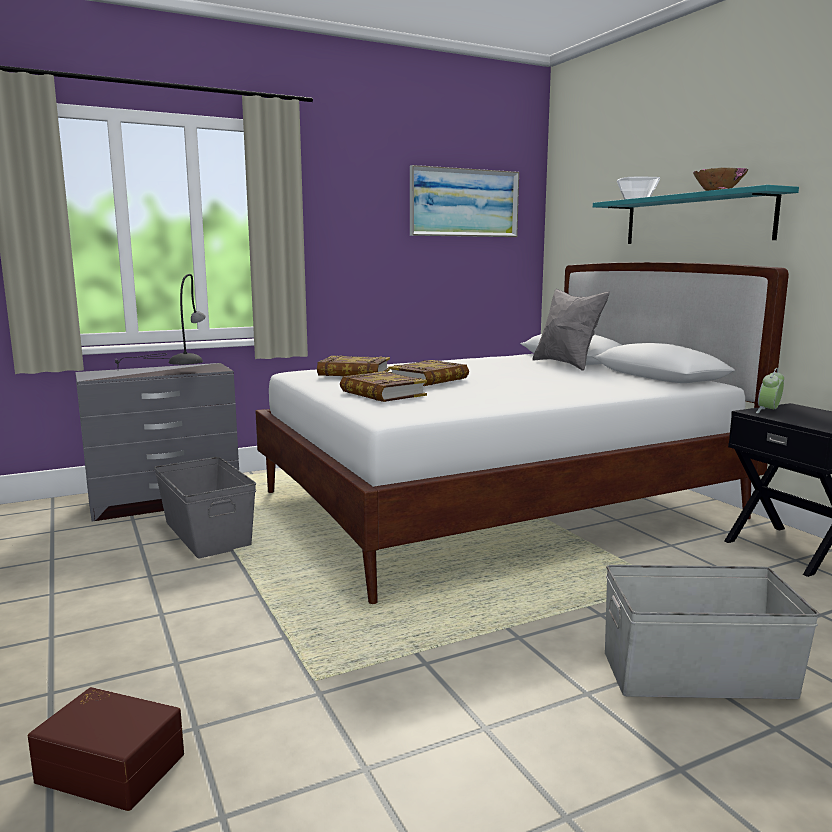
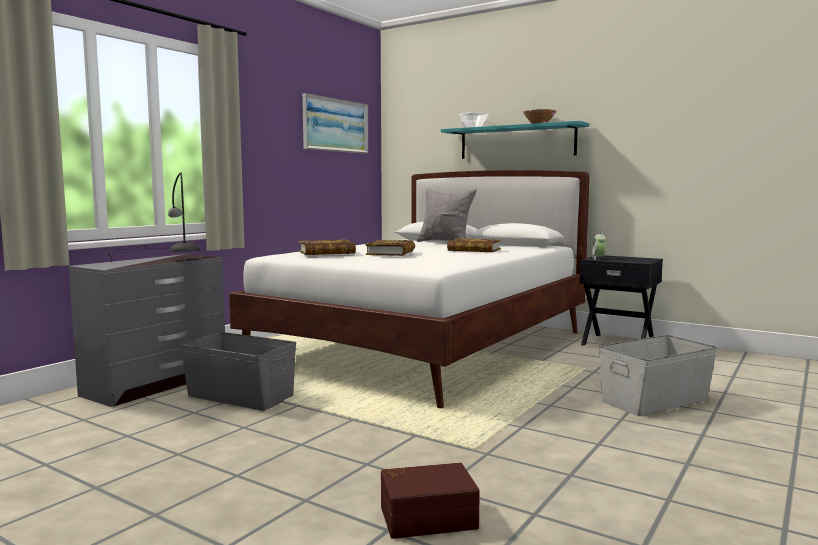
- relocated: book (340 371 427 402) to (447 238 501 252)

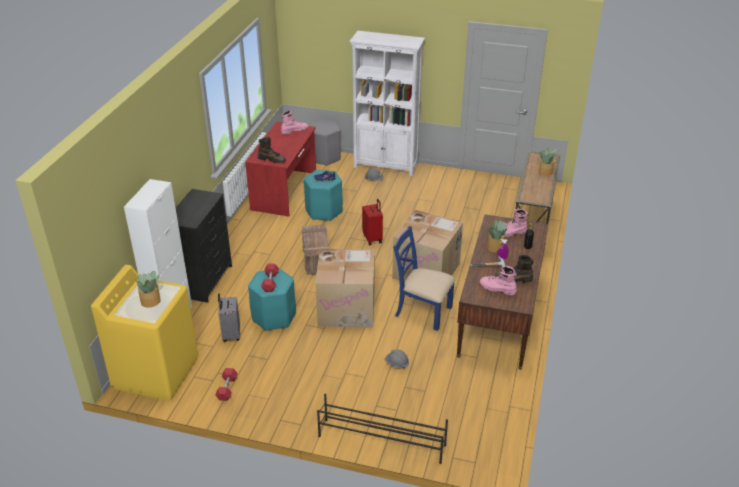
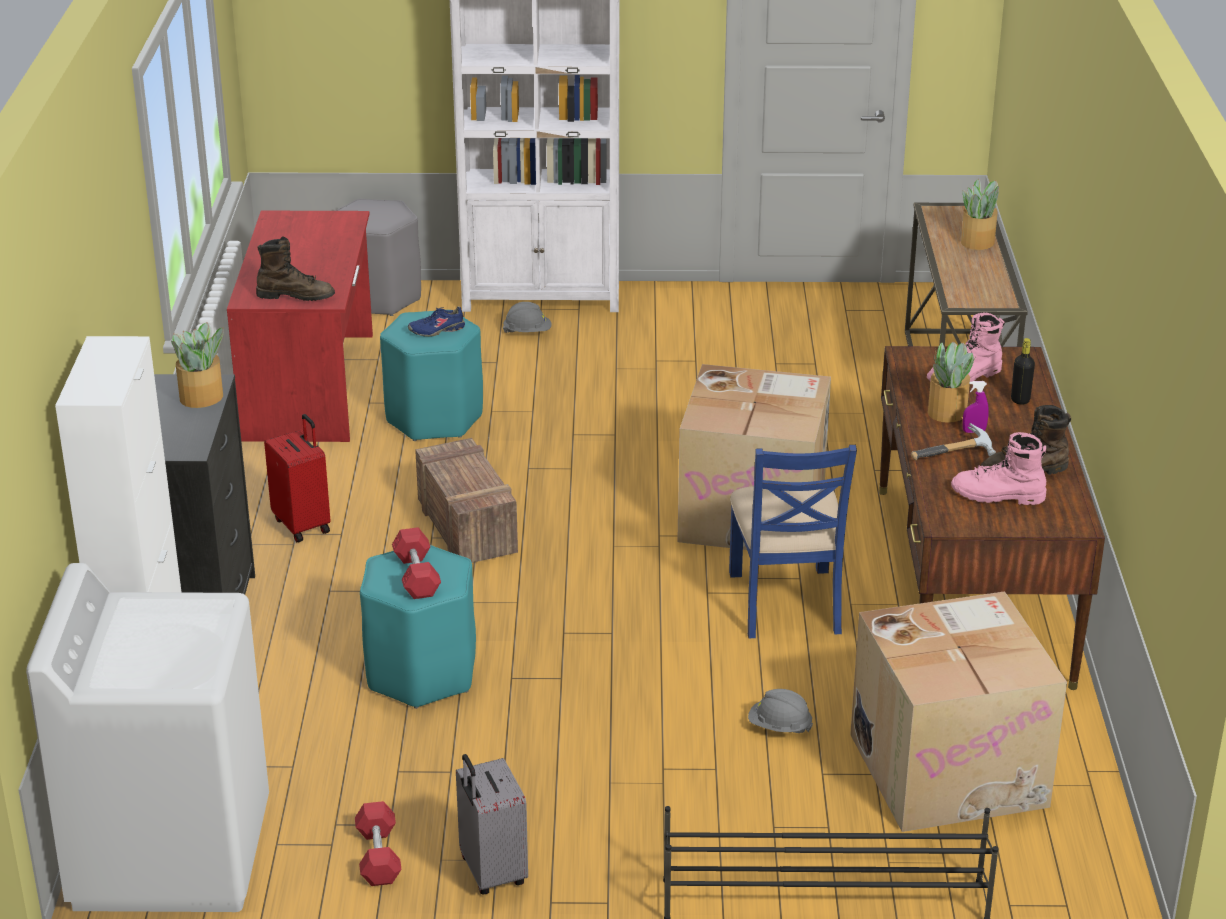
- colour: yellow washing machine (91 265 198 401) to white washing machine (26 563 269 912)
- relocated: potted plant (136 271 161 307) to (171 322 224 408)
- relocated: grey suitcase (218 294 240 342) to (456 754 528 895)
- missing: pink boot (281 110 309 134)
- relocated: cardboard box (315 249 375 328) to (850 591 1067 832)
- relocated: red suitcase (362 199 383 245) to (264 414 330 542)
- spun: blue chair (393 226 455 331) = (729 445 857 638) 105 degrees counterclockwise

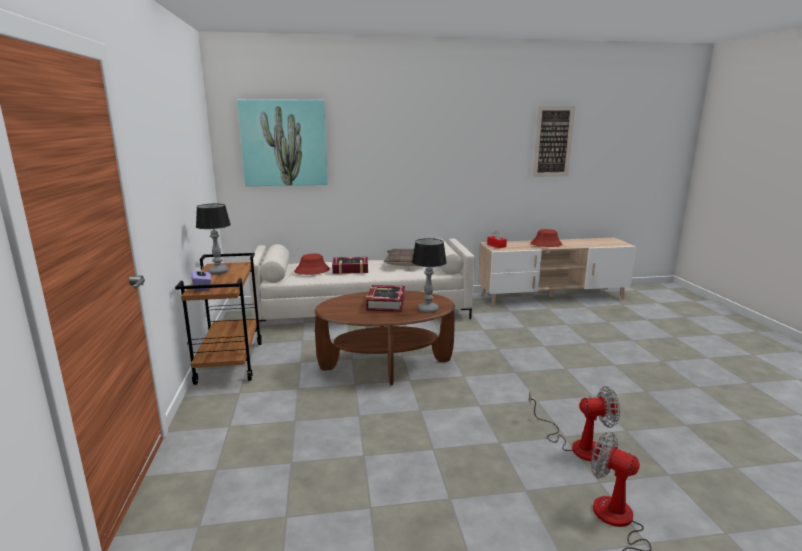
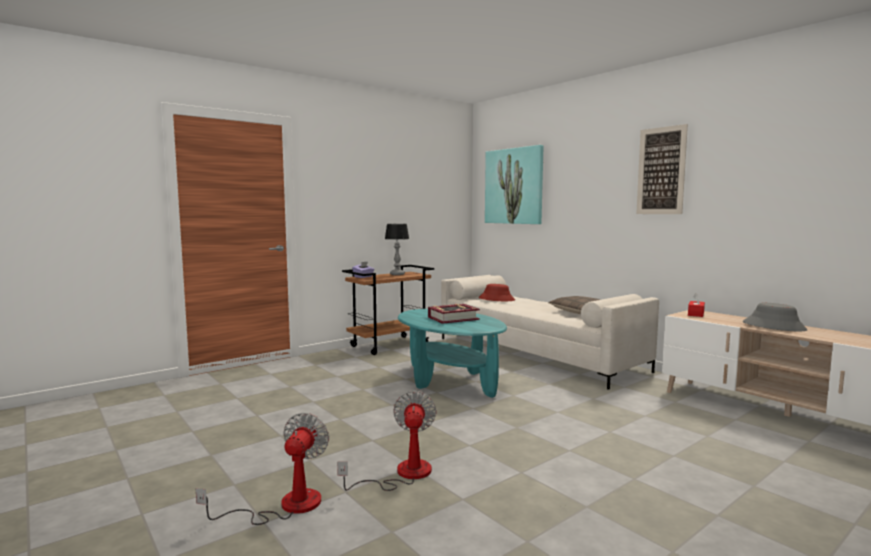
- colour: brown coffee table (315 291 455 385) to turquoise coffee table (398 309 507 398)
- missing: book (332 257 368 274)
- missing: table lamp (412 238 447 313)
- spun: fan (529 386 620 462) = (337 391 436 491) 150 degrees counterclockwise
- colour: red hat (531 229 562 247) to grey hat (743 303 807 331)
- relocated: picture (532 106 575 177) to (636 124 688 214)

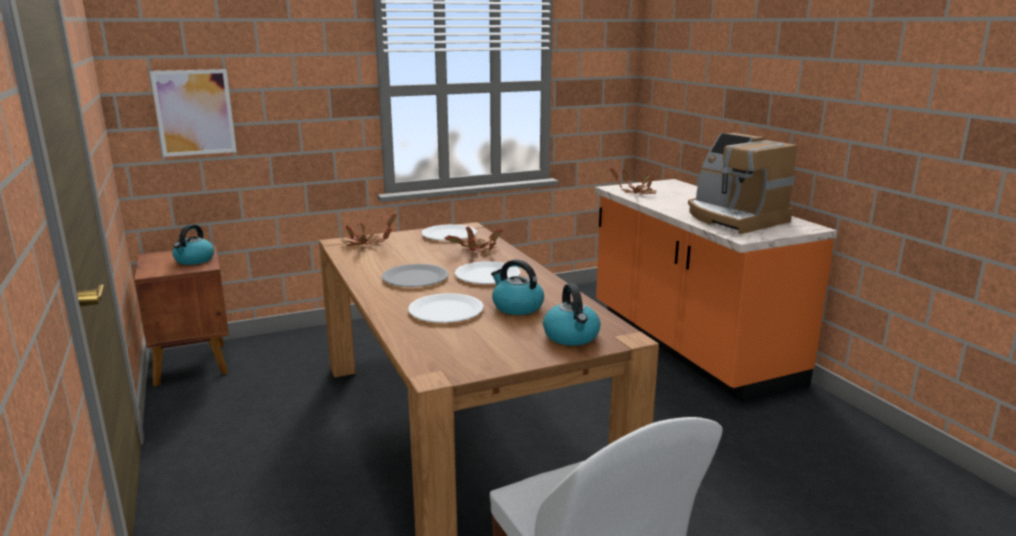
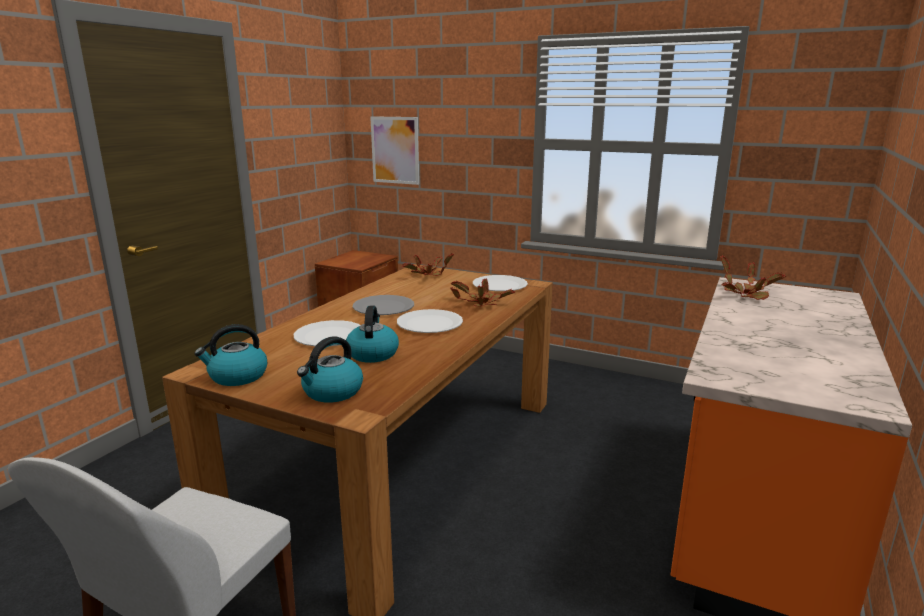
- relocated: kettle (173 224 214 265) to (194 324 267 386)
- missing: coffee machine (688 133 797 234)

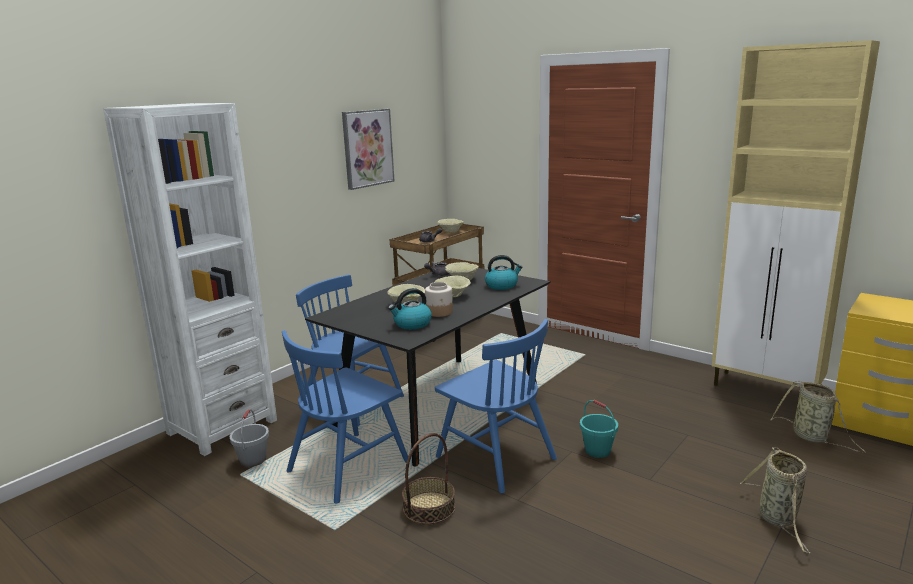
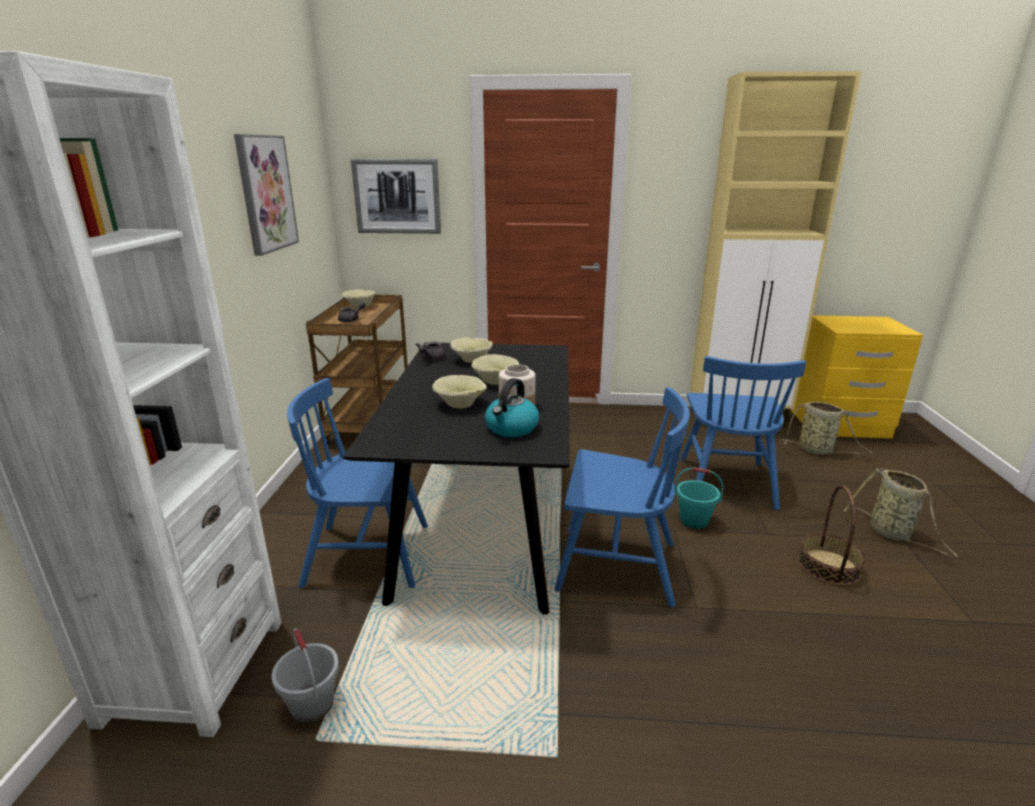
- relocated: blue chair (282 330 408 504) to (680 356 806 510)
- relocated: basket (402 433 455 525) to (798 485 866 586)
- missing: kettle (485 255 523 290)
- appeared: picture (351 159 441 234)

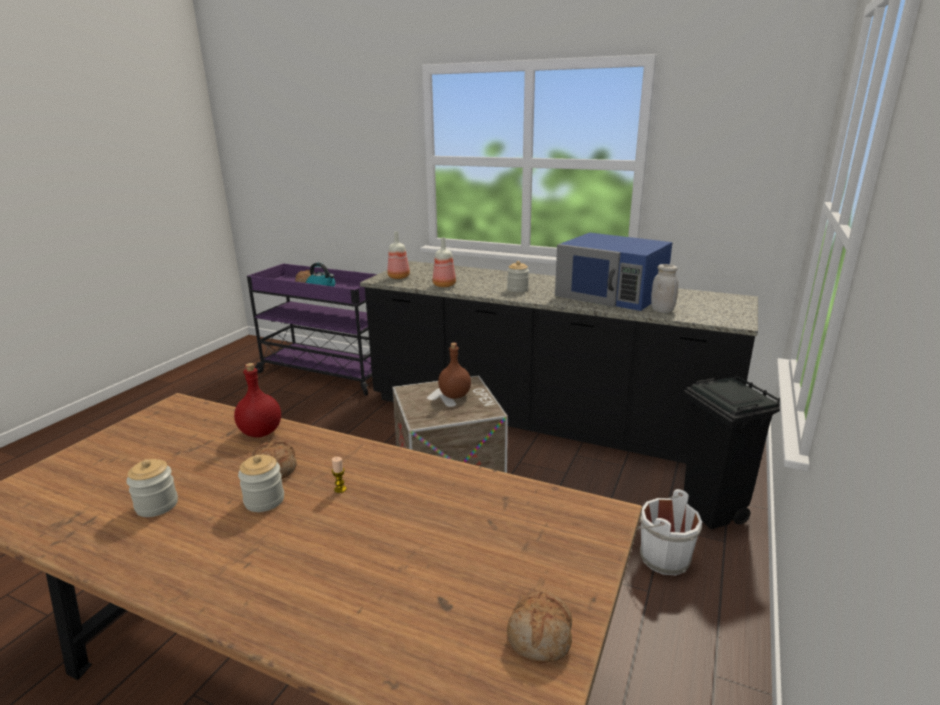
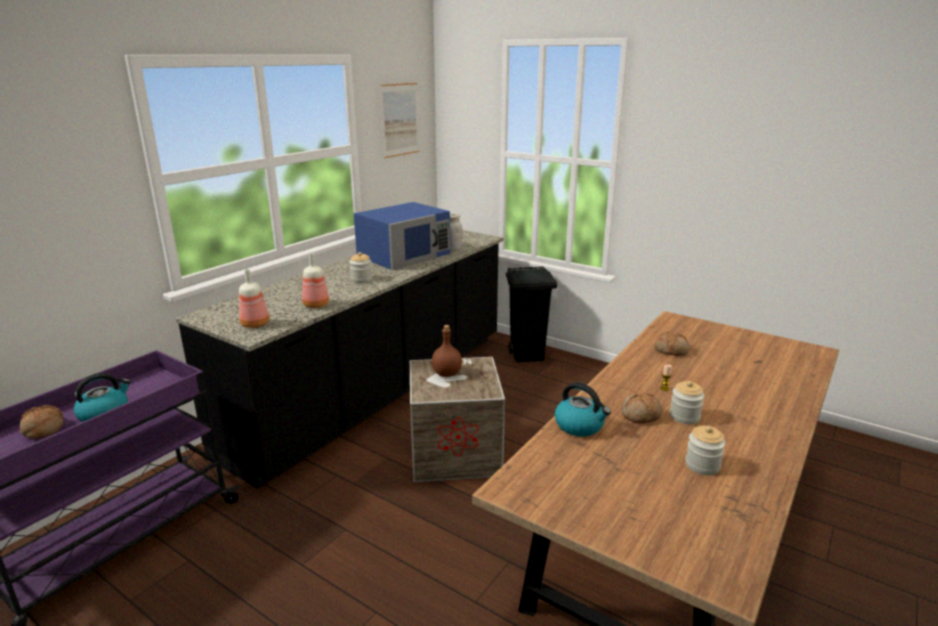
- exchanged: red bottle (234 363 281 437) to kettle (555 382 611 437)
- relocated: bread (507 591 572 664) to (654 331 689 356)
- missing: white bucket (638 489 702 575)
- appeared: picture (380 83 419 158)

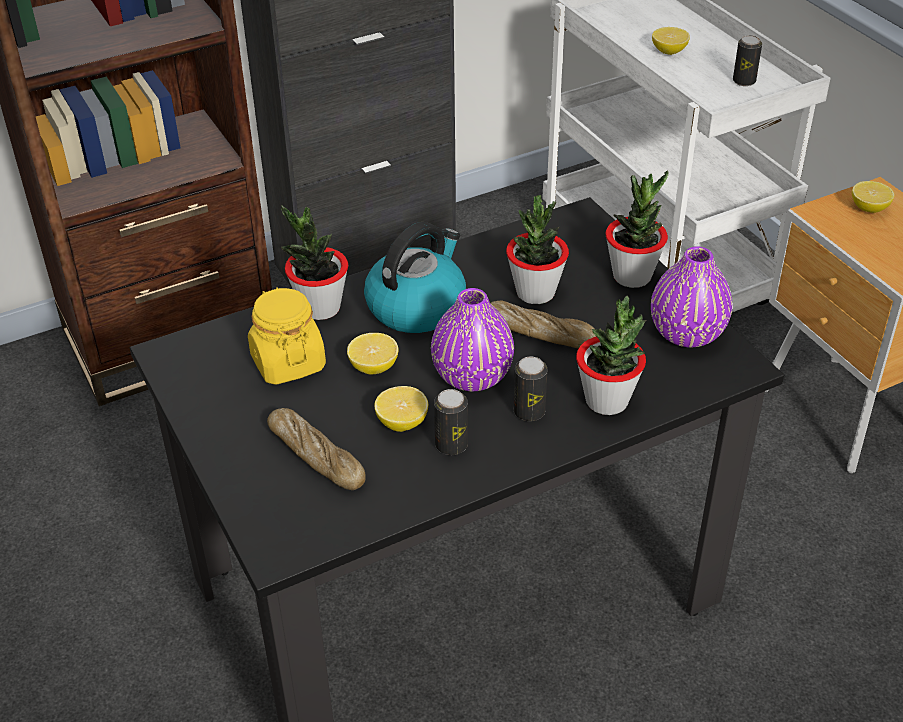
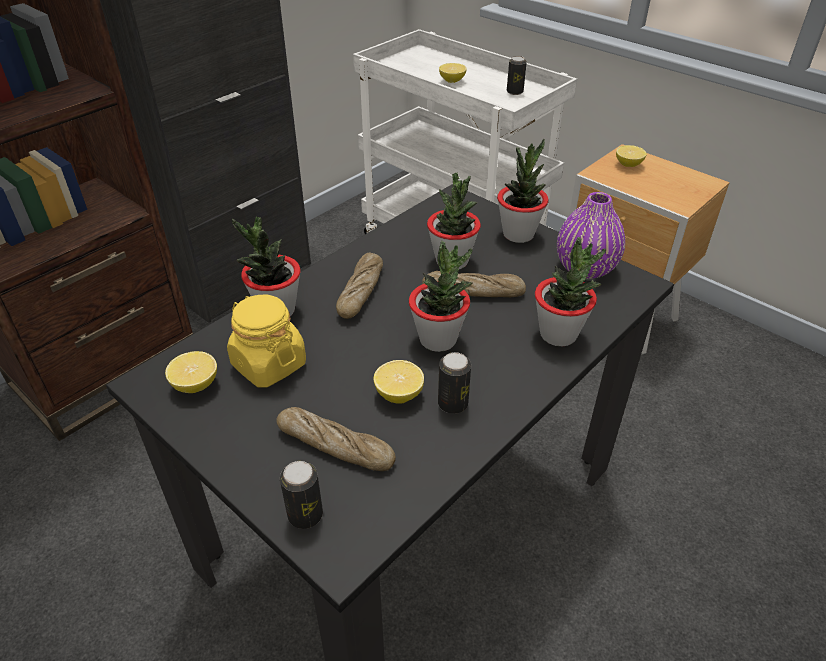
- relocated: lemon (347 333 399 374) to (165 351 217 393)
- exchanged: kettle (364 222 466 333) to bread (336 253 383 319)
- exchanged: purple vase (431 288 514 391) to potted plant (409 241 472 352)
- relocated: can (514 357 548 421) to (280 461 323 529)

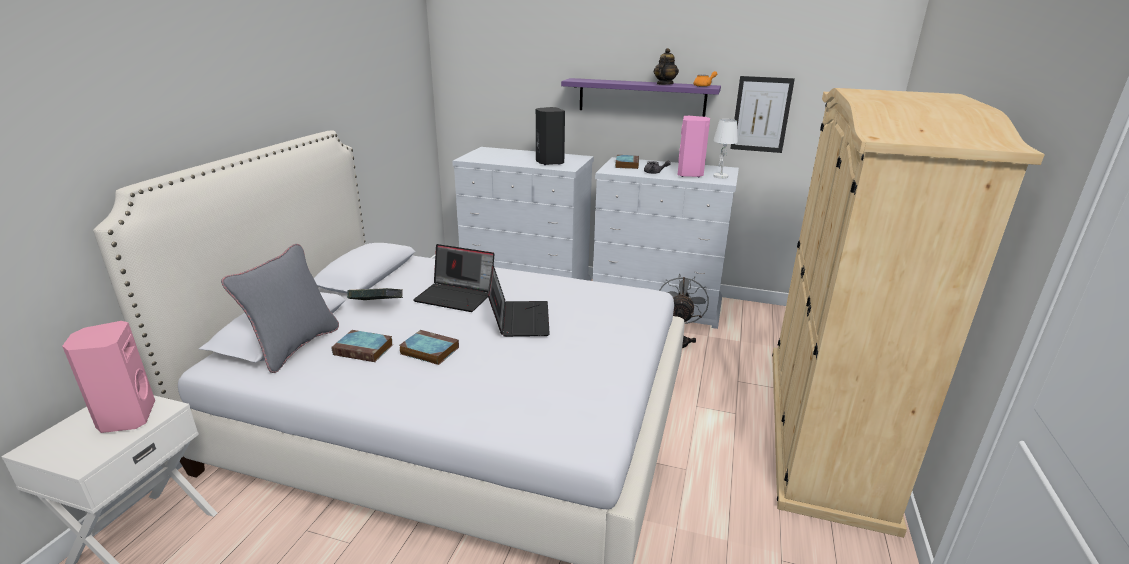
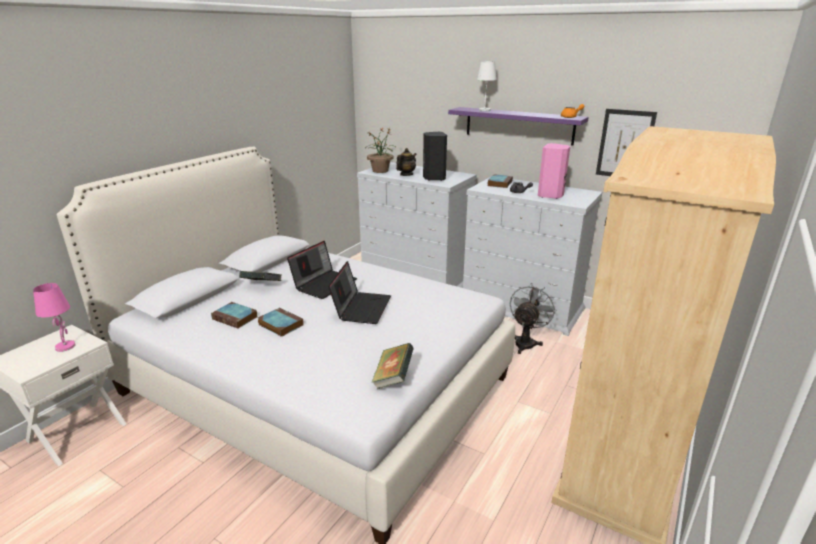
- exchanged: pink speaker (62 321 155 433) to pink table lamp (33 283 76 352)
- missing: grey pillow (221 244 339 373)
- spun: laptop (413 244 494 312) = (287 241 357 299) 90 degrees counterclockwise
- relocated: teapot (654 48 679 85) to (396 148 417 176)
- relocated: white table lamp (713 119 738 179) to (477 61 497 111)
- appeared: potted plant (365 128 394 173)
- appeared: book (371 343 414 389)

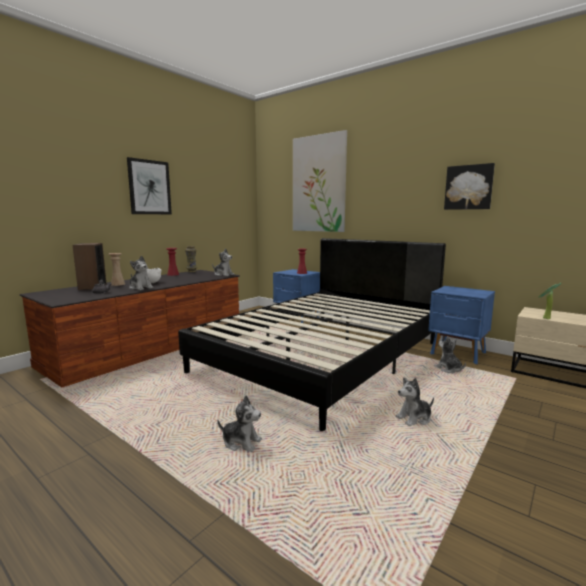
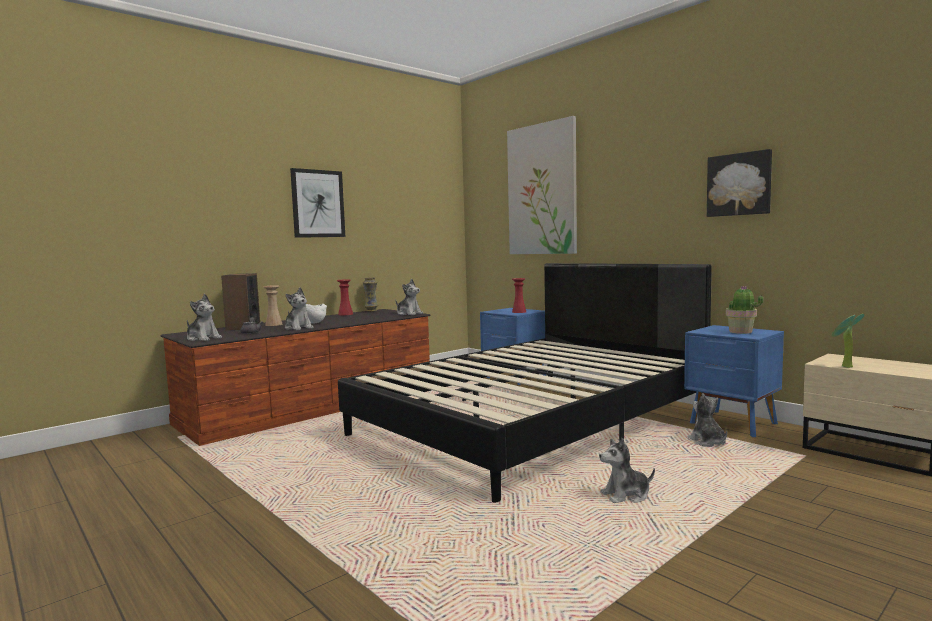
- relocated: plush toy (217 395 262 452) to (187 294 222 341)
- appeared: potted plant (726 286 763 334)

